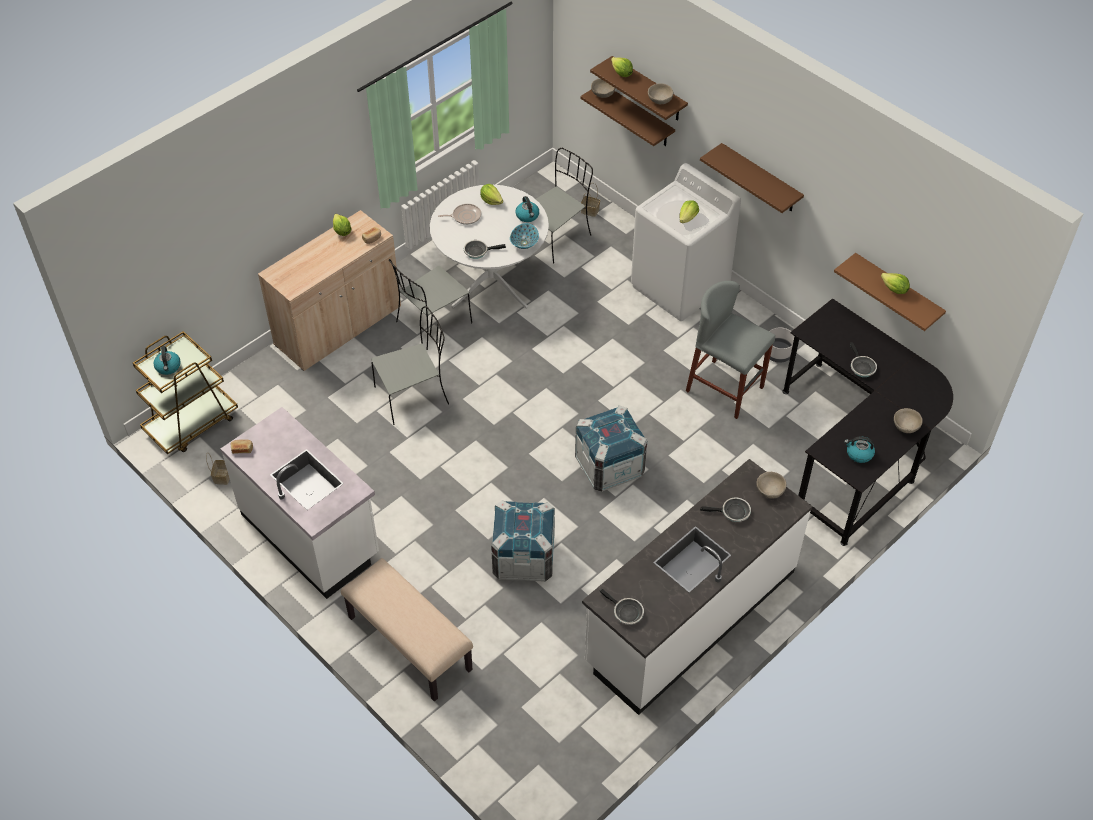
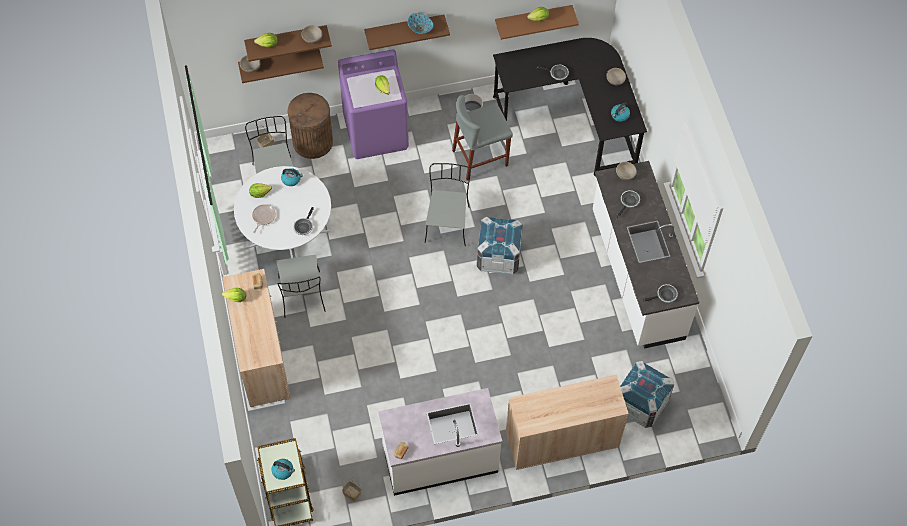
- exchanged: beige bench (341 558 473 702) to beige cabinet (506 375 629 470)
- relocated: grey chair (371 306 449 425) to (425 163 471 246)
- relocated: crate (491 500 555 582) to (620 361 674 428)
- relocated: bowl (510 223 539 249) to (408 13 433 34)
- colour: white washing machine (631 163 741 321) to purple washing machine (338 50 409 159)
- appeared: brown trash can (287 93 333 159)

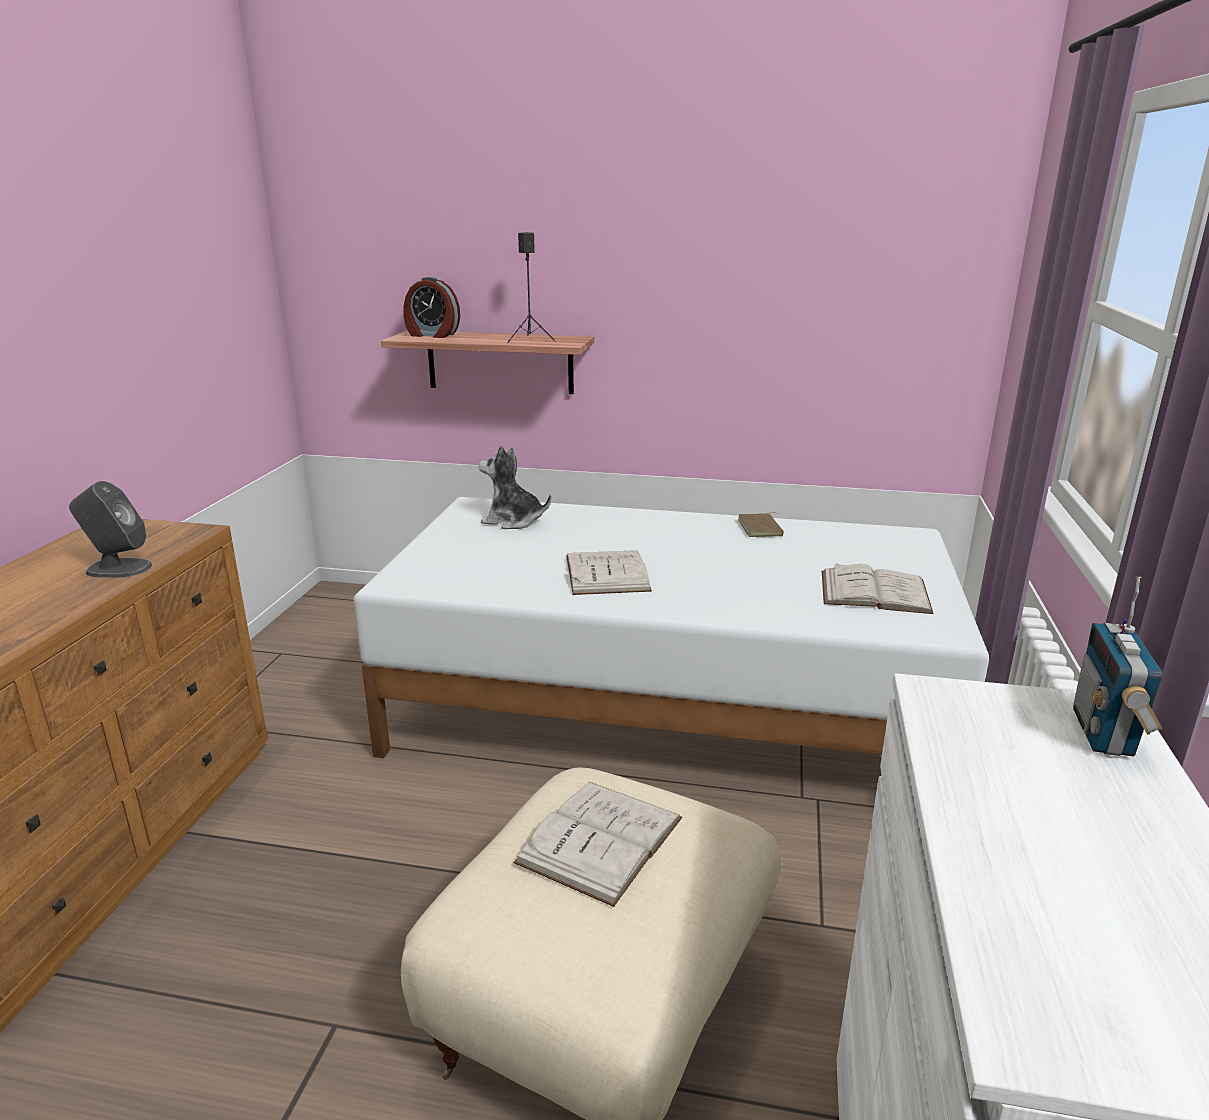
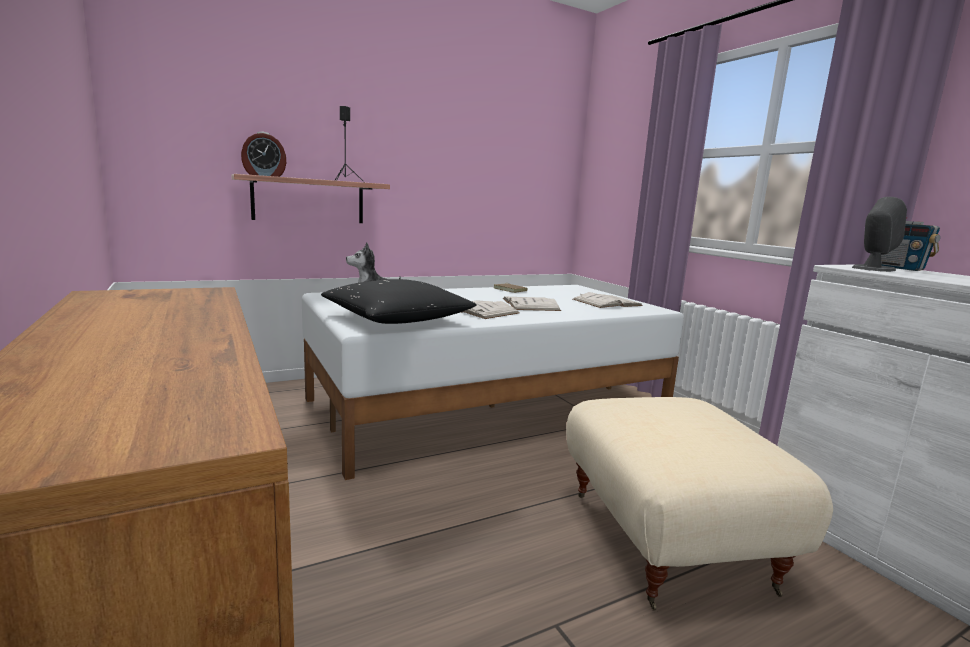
- relocated: grey speaker (69 481 152 578) to (852 197 907 272)
- relocated: white book (514 782 682 907) to (503 297 561 311)
- appeared: black pillow (321 279 477 324)

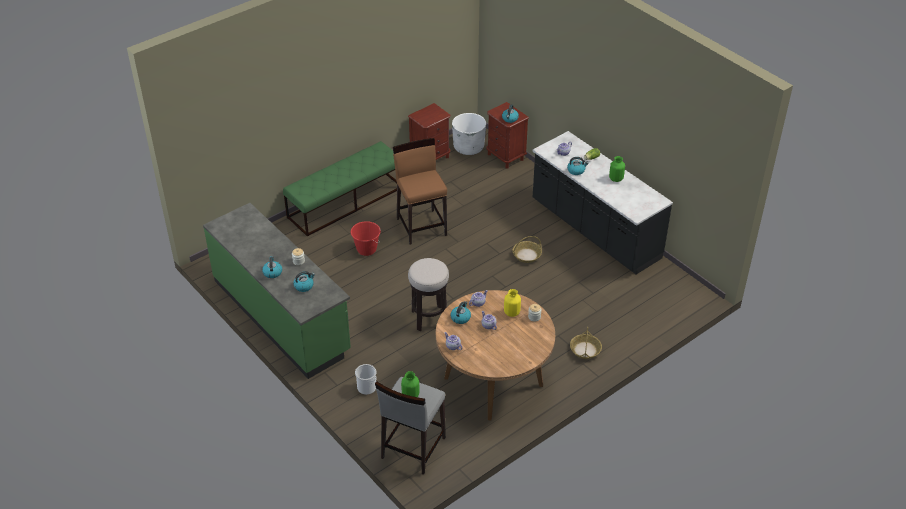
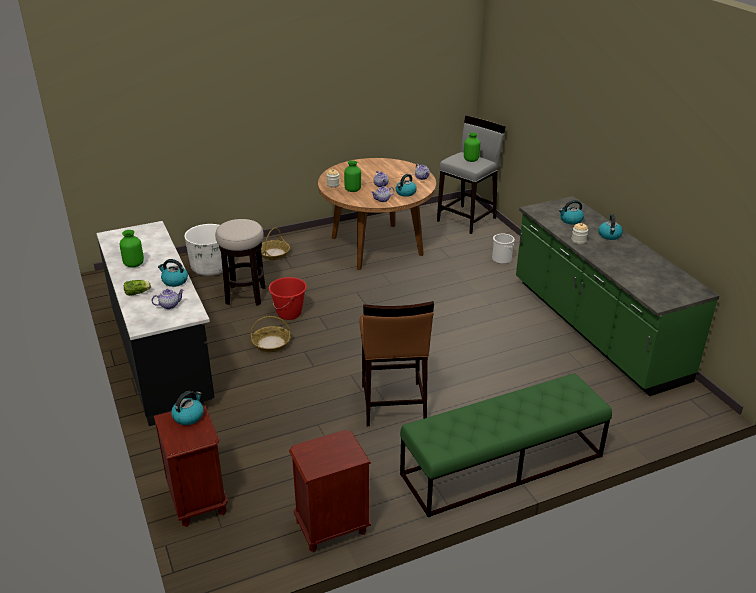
- relocated: red bucket (351 221 381 256) to (269 277 307 320)
- relocated: stool (408 258 449 331) to (215 219 265 306)
- relocated: white planter (452 113 486 155) to (184 224 229 276)
- colour: yellow vase (504 289 521 317) to green vase (344 160 361 192)

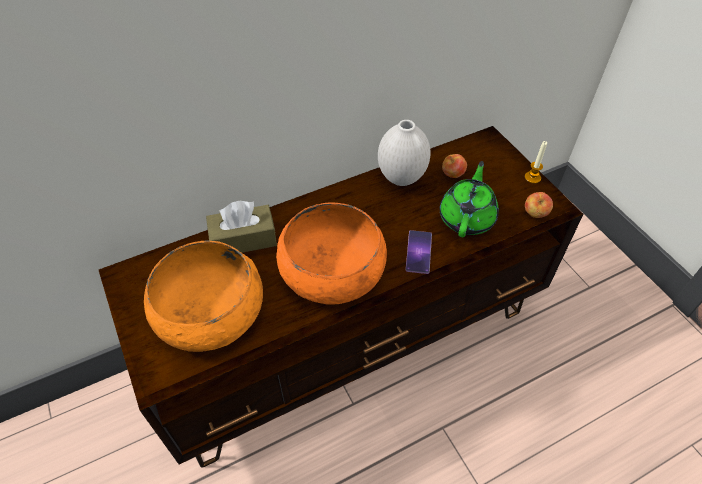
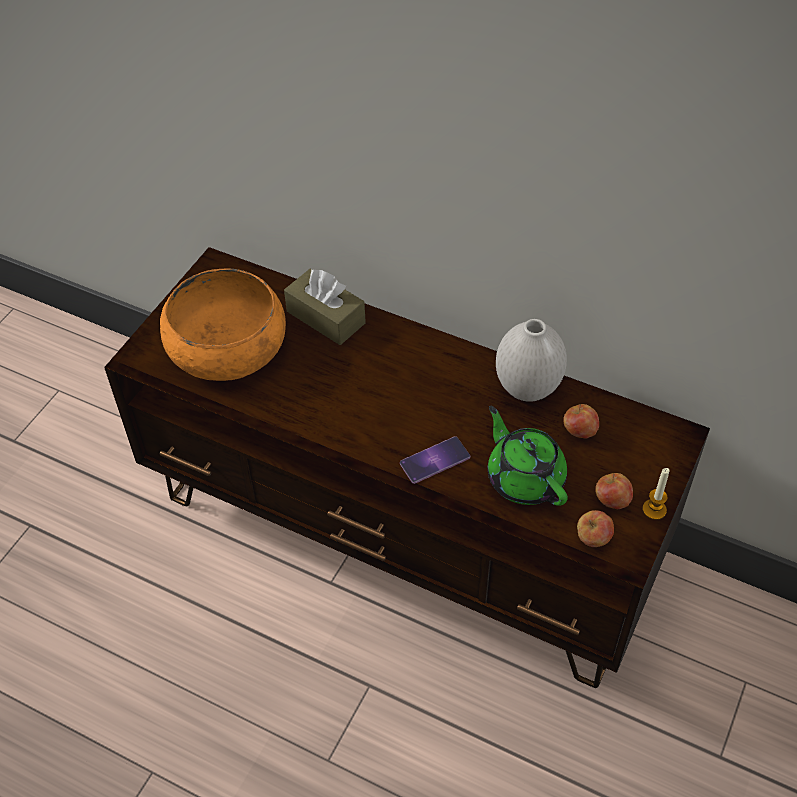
- missing: orange bowl (276 202 387 305)
- spun: green teapot (440 161 499 237) = (488 406 568 506) 105 degrees counterclockwise
- appeared: apple (595 473 633 509)

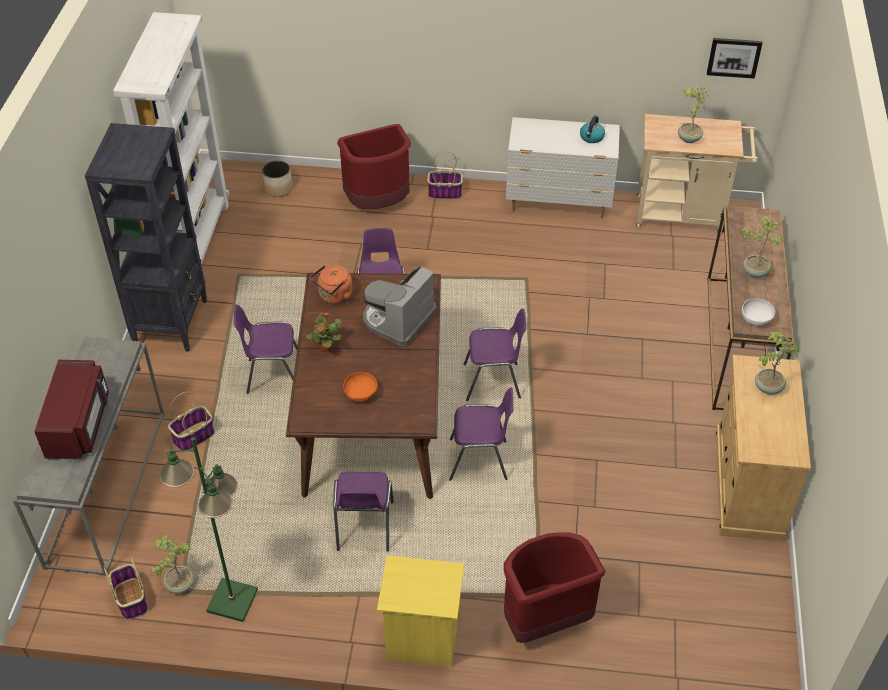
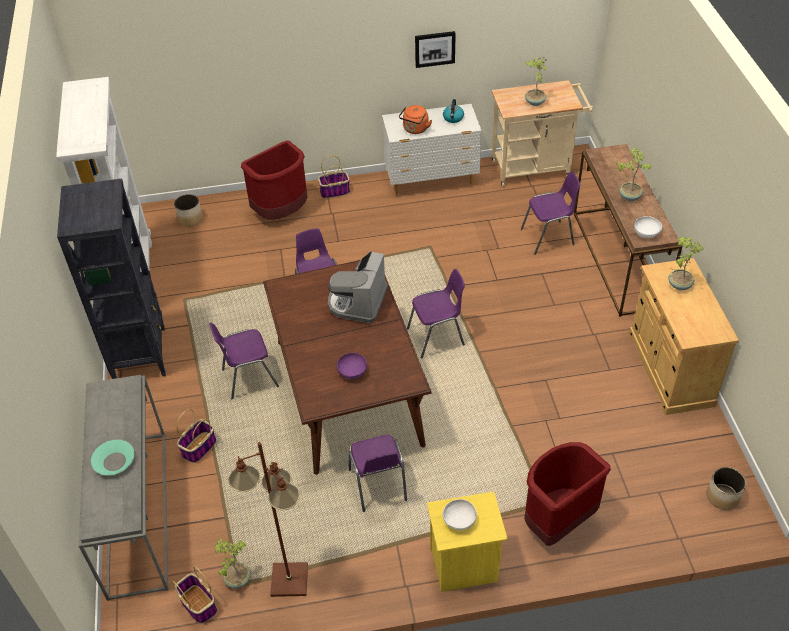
- exchanged: red microwave (34 360 109 460) to turquoise bowl (91 440 134 475)
- colour: green floor lamp (159 437 258 622) to brown floor lamp (229 442 308 597)
- missing: potted plant (306 312 342 353)
- relocated: orange kettle (310 265 353 304) to (399 105 432 134)
- colour: orange bowl (343 372 378 402) to purple bowl (337 353 367 379)
- relocated: purple chair (449 388 513 481) to (521 171 581 255)
- relocated: picture (707 38 762 79) to (415 31 456 68)
- appeared: white bowl (443 499 477 530)
- appeared: planter (706 467 746 510)

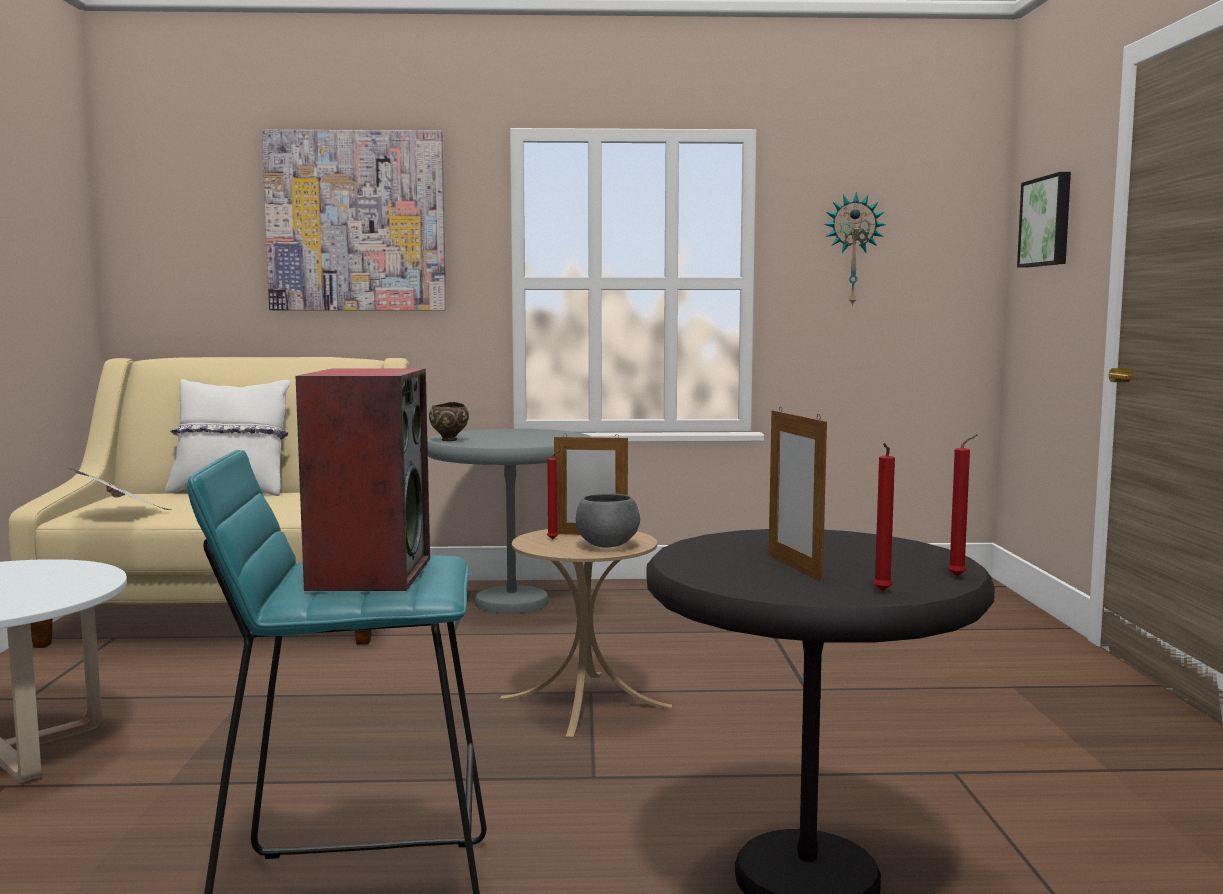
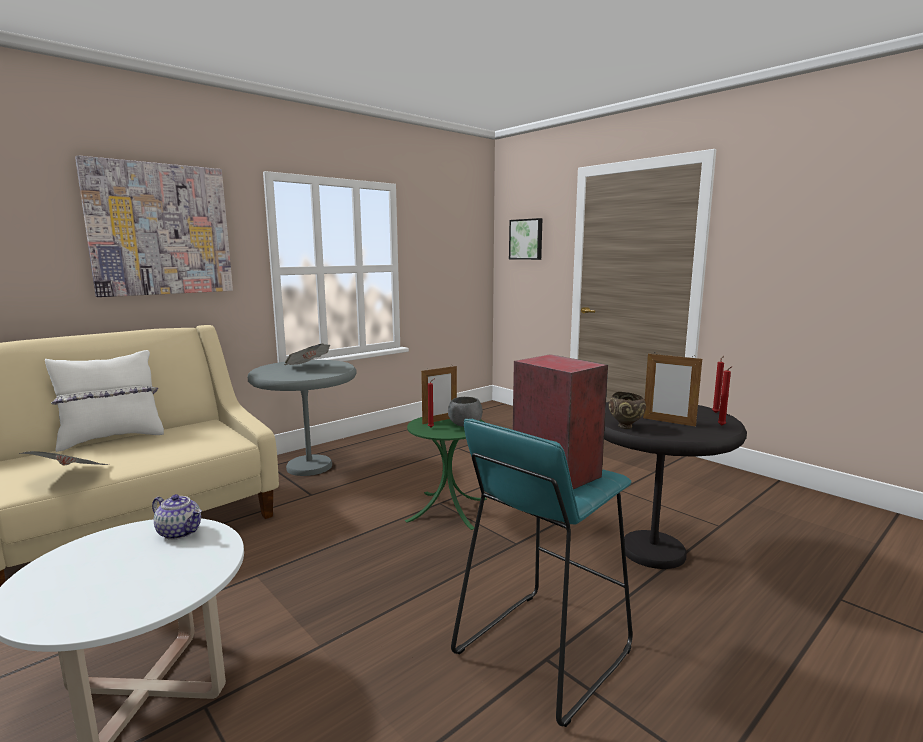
- relocated: brown bowl (429 402 469 441) to (609 392 646 429)
- colour: beige side table (500 529 672 738) to green side table (405 417 487 530)
- missing: wall clock (824 192 886 307)
- appeared: teapot (152 494 202 540)
- appeared: newspaper (284 344 330 365)

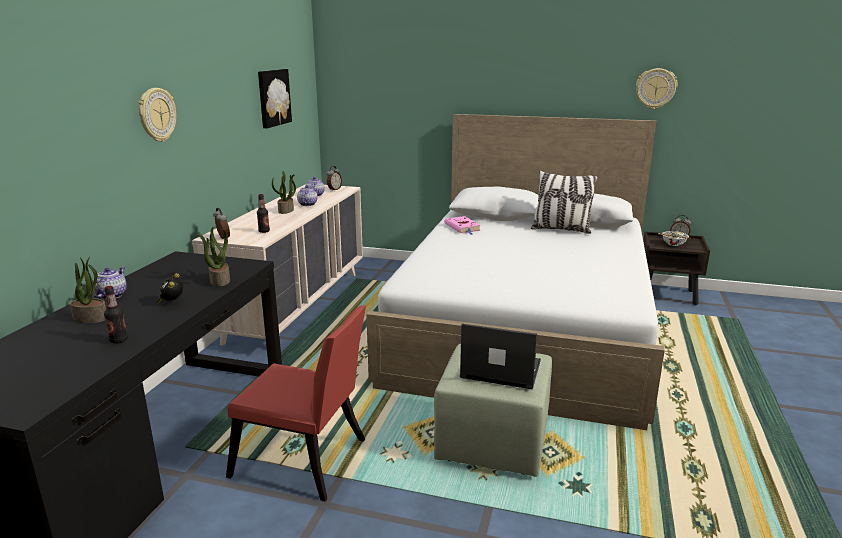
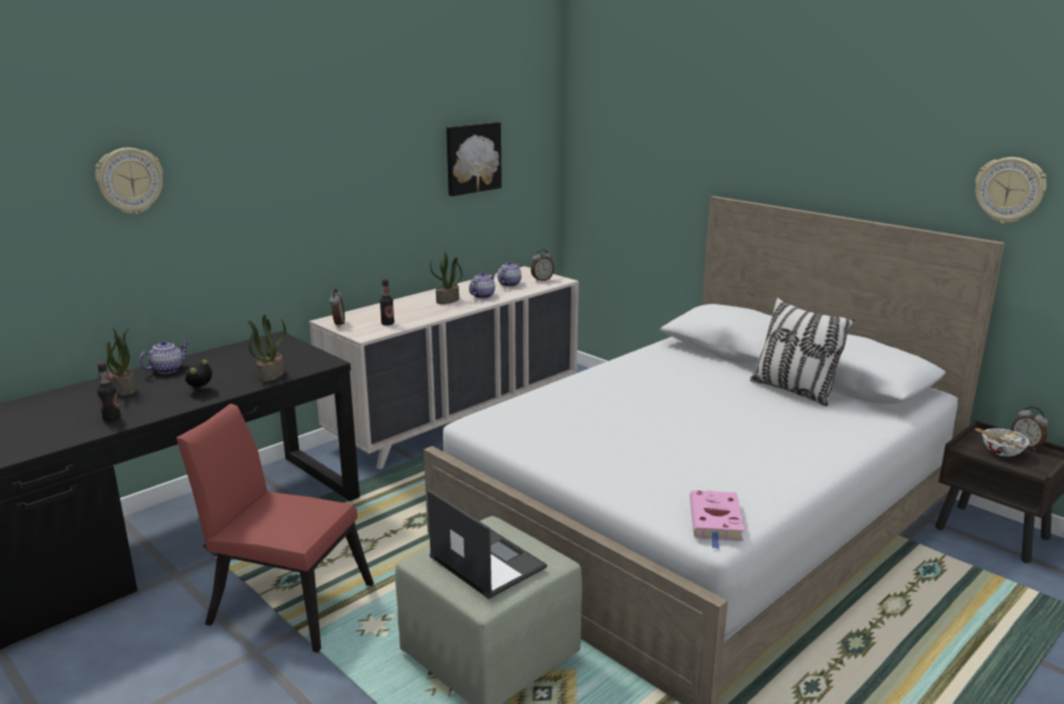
- relocated: wall clock (139 88 176 142) to (95 148 163 214)
- spun: red chair (226 305 366 501) = (176 404 374 653) 150 degrees clockwise
- relocated: pink book (445 216 481 235) to (690 490 744 549)

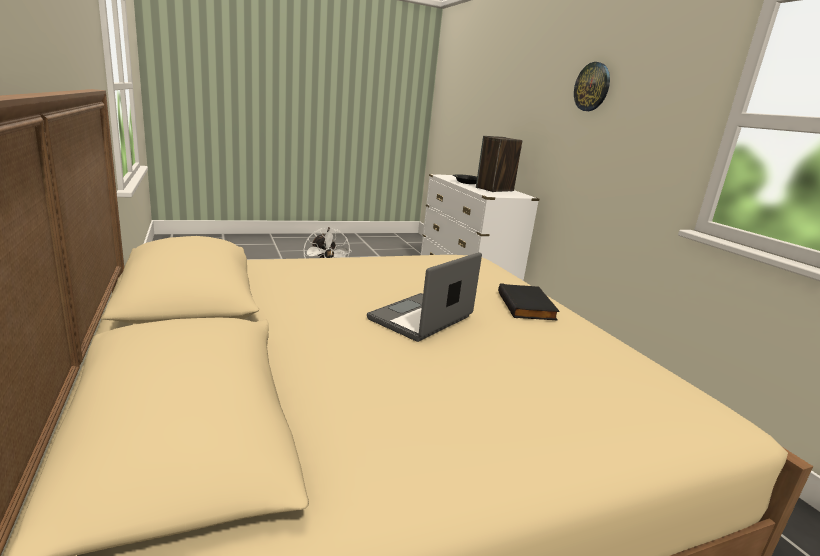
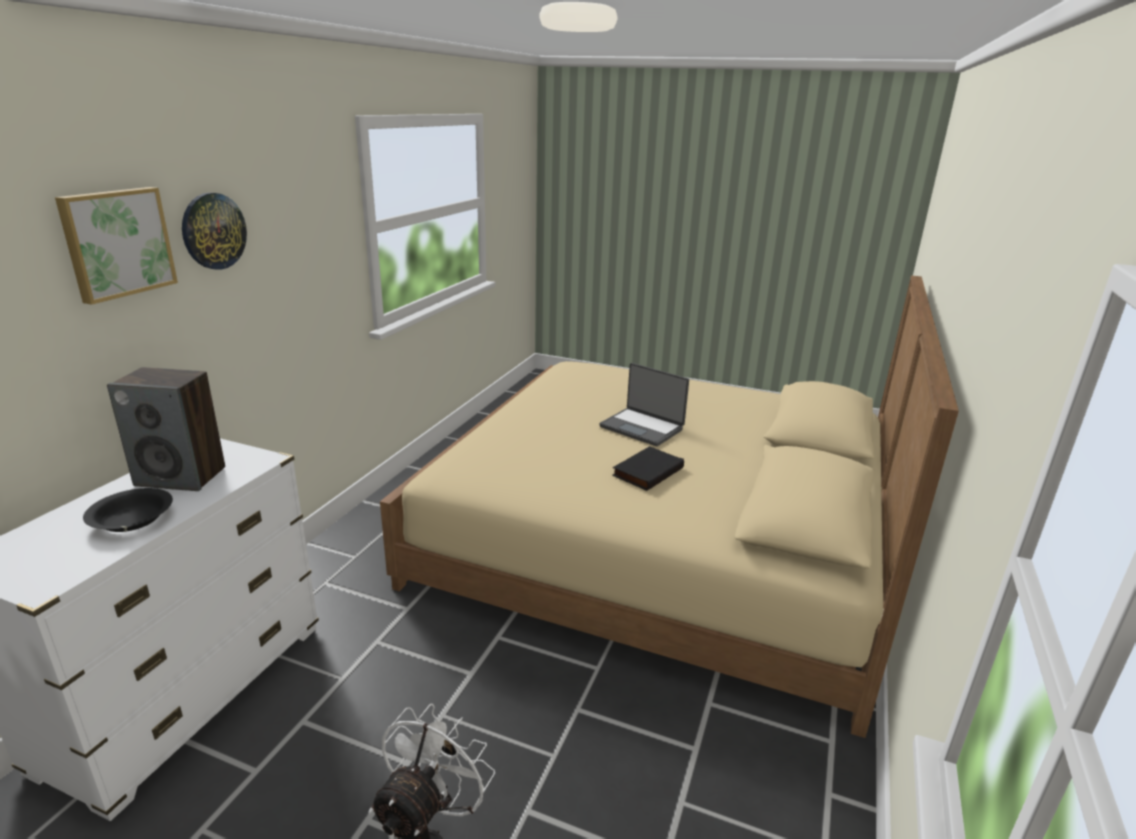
- spun: laptop (367 252 482 342) = (599 363 689 446) 45 degrees clockwise
- relocated: black book (498 283 559 320) to (612 446 684 491)
- appeared: picture (55 187 178 305)

